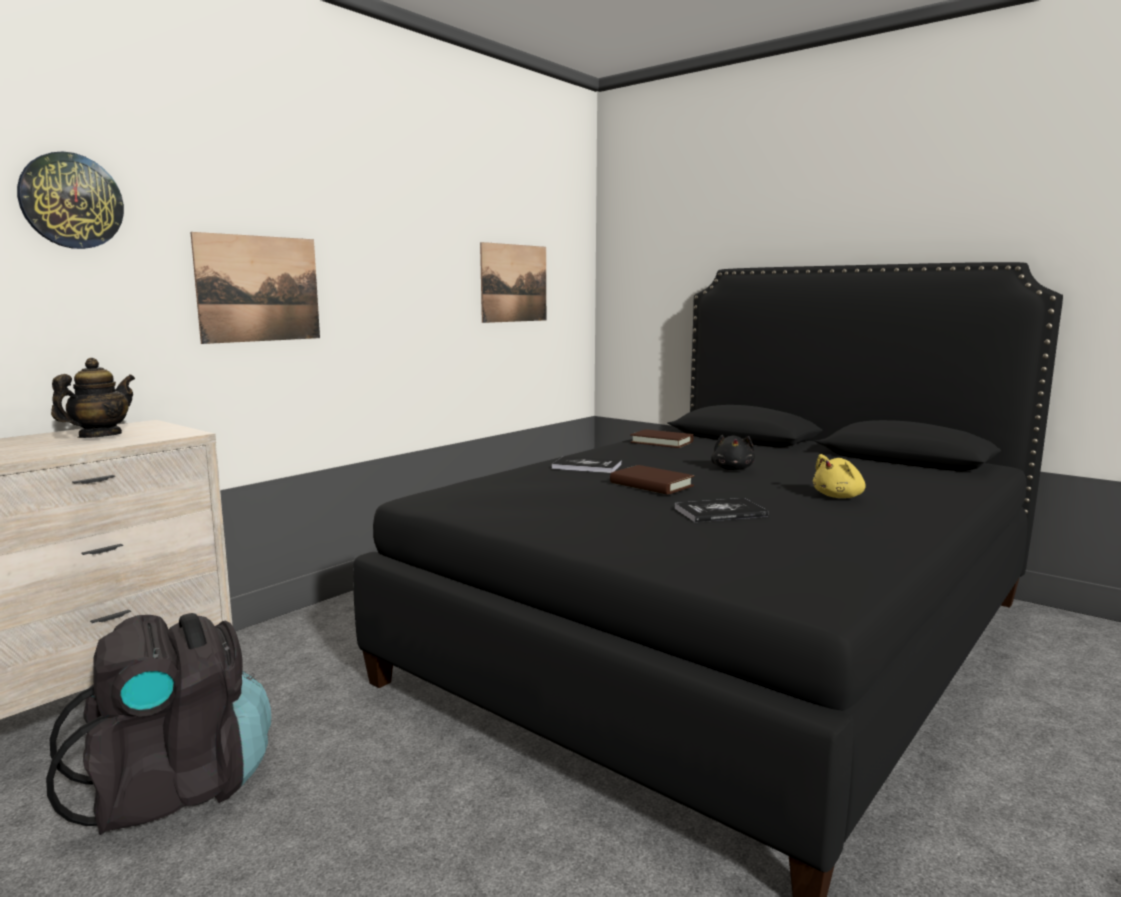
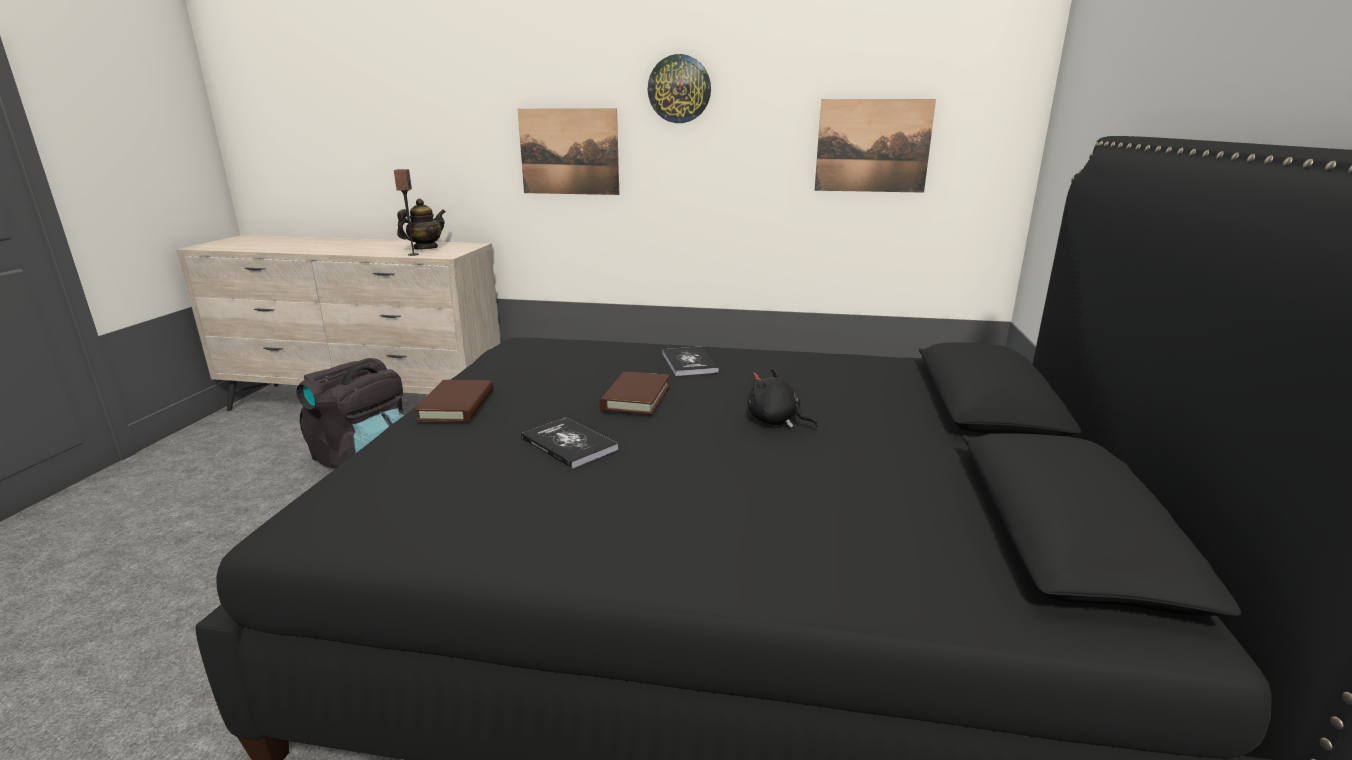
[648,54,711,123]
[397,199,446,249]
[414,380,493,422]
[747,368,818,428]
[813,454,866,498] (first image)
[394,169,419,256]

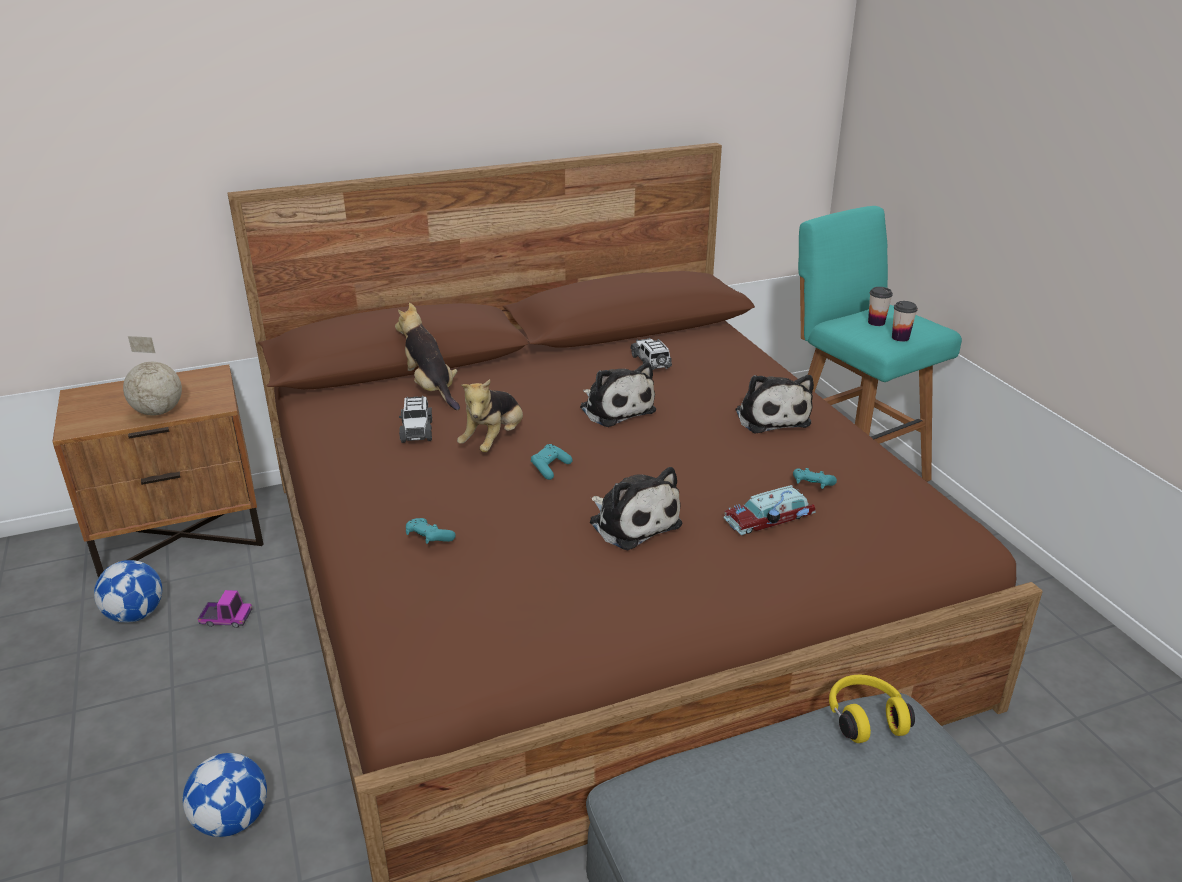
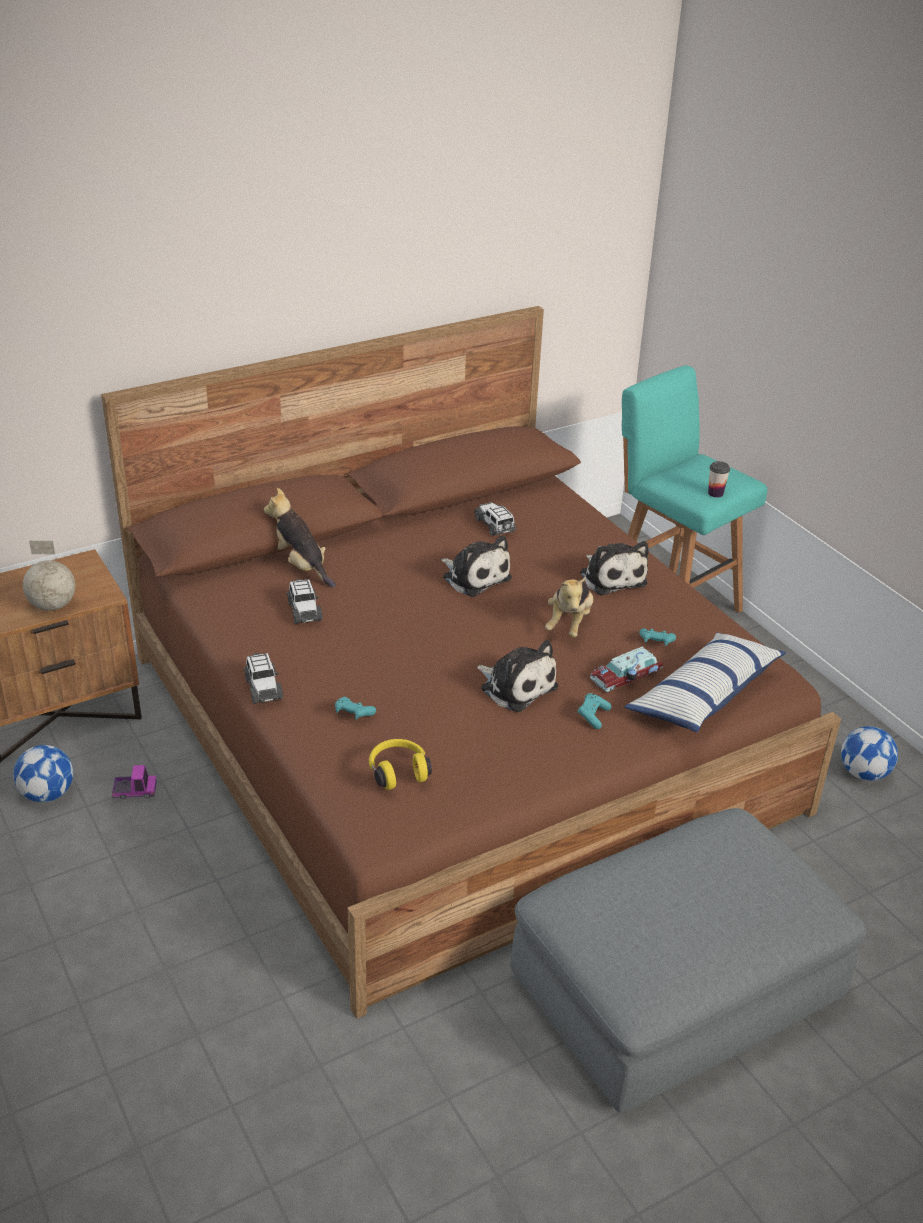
[841,726,898,781]
[545,577,593,637]
[577,693,611,729]
[369,739,432,790]
[868,287,893,326] (first image)
[244,653,283,704]
[625,633,786,733]

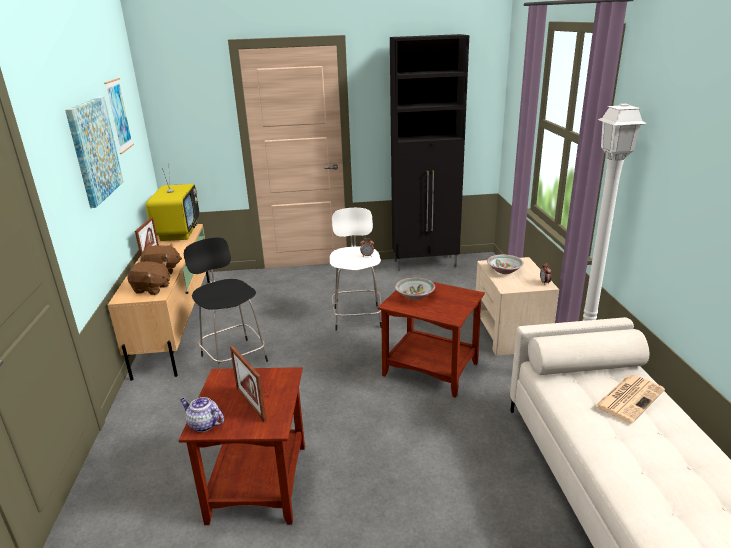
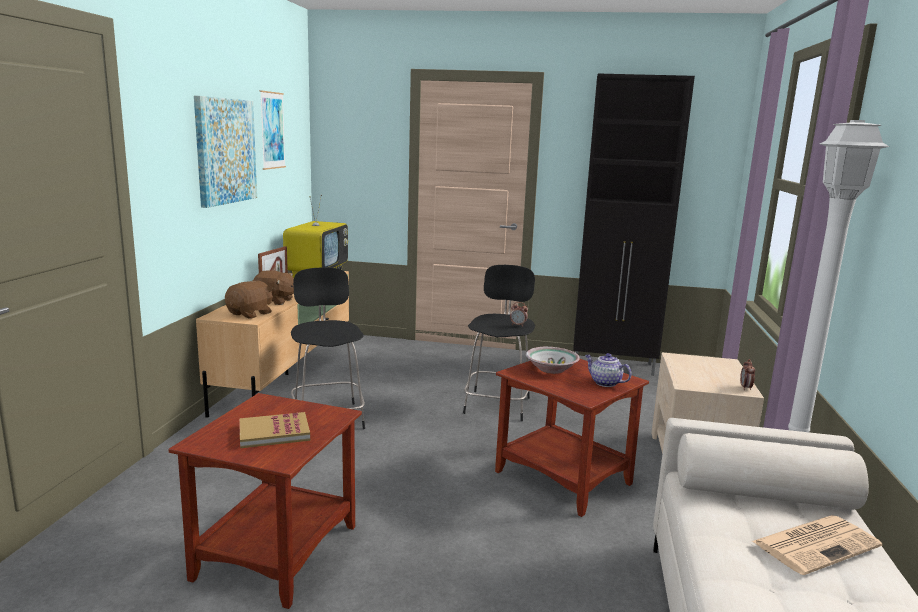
[225,281,273,319]
[585,353,632,387]
[239,412,310,448]
[463,265,535,421]
[487,254,524,274] (first image)

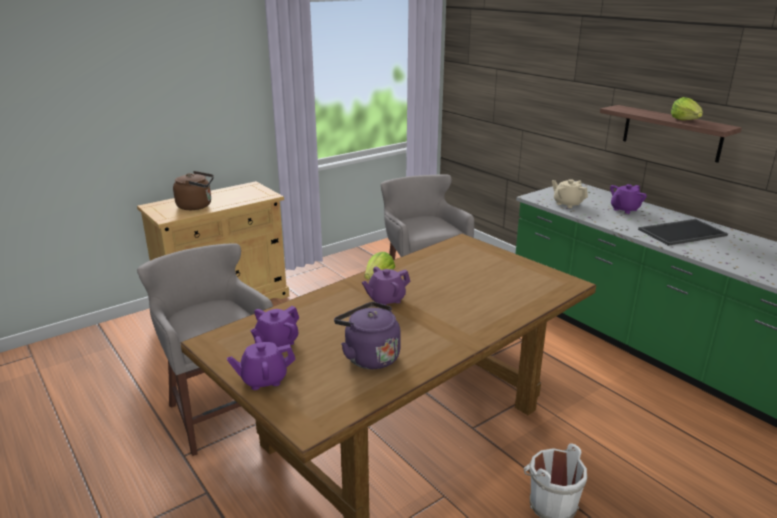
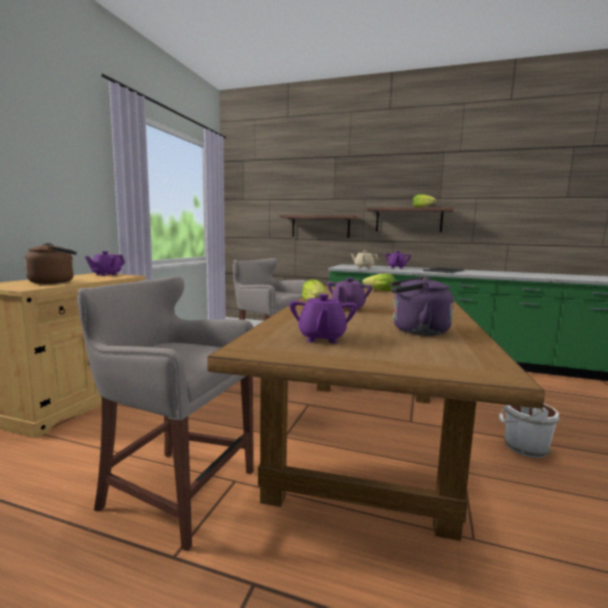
[85,251,125,276]
[279,215,358,238]
[362,273,395,291]

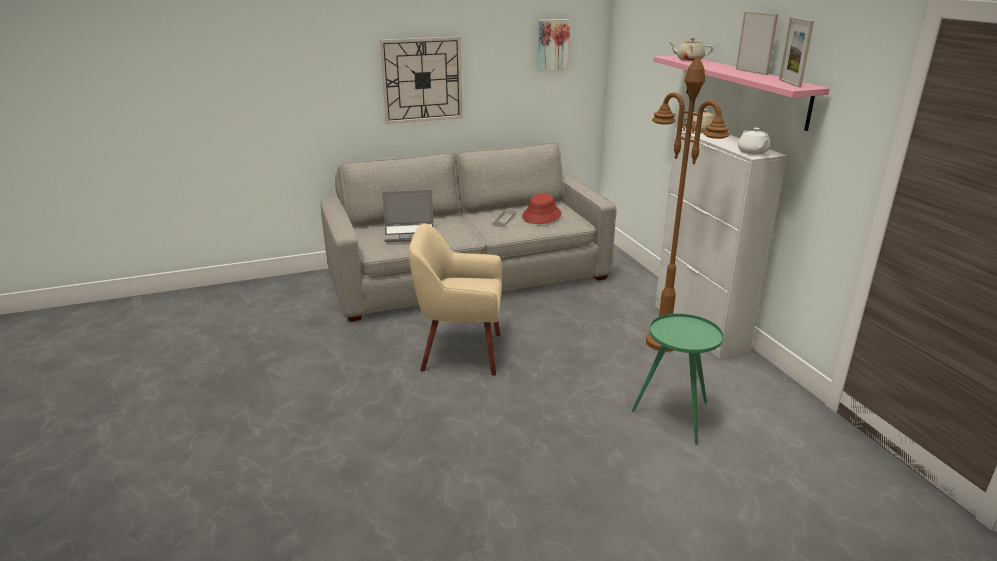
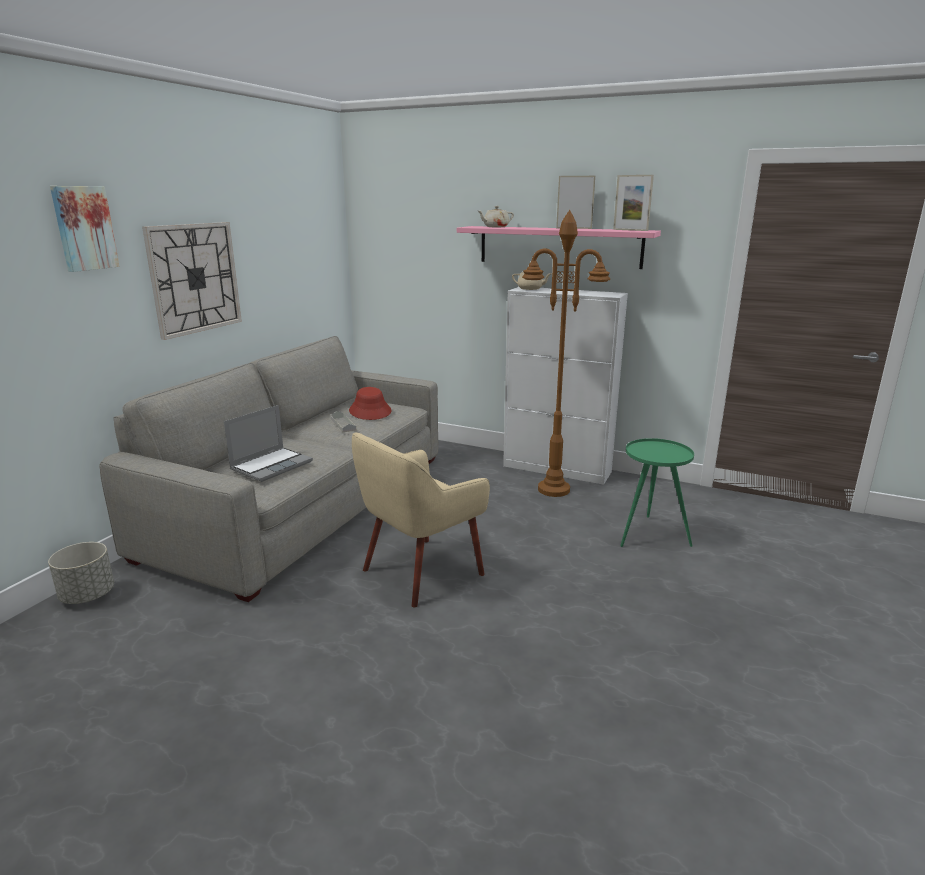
[50,186,120,272]
[738,128,771,155] (first image)
[48,542,114,604]

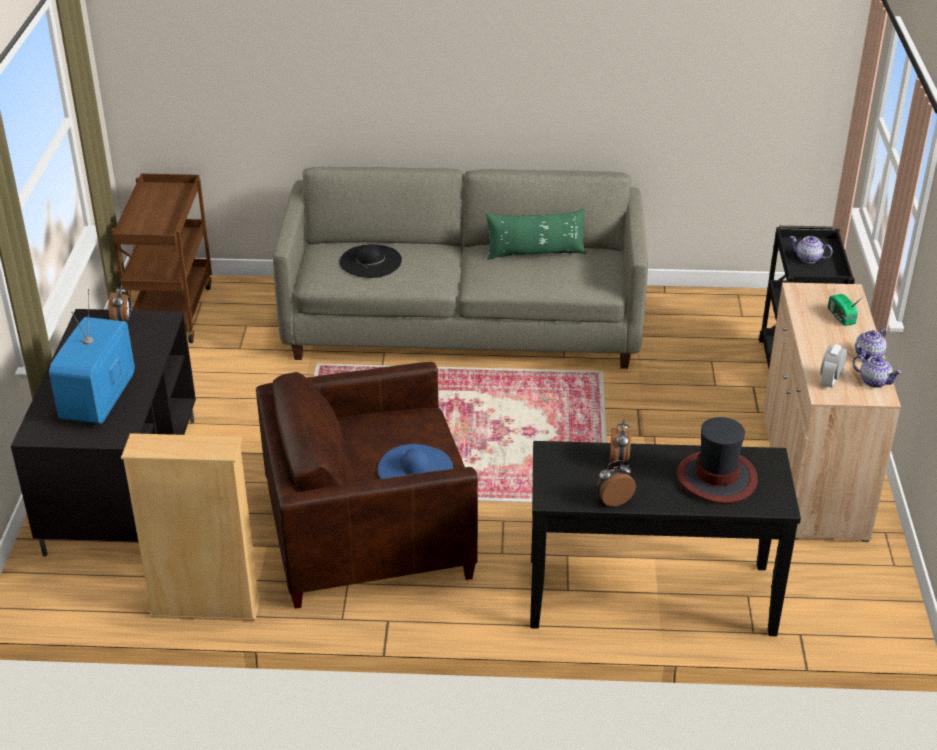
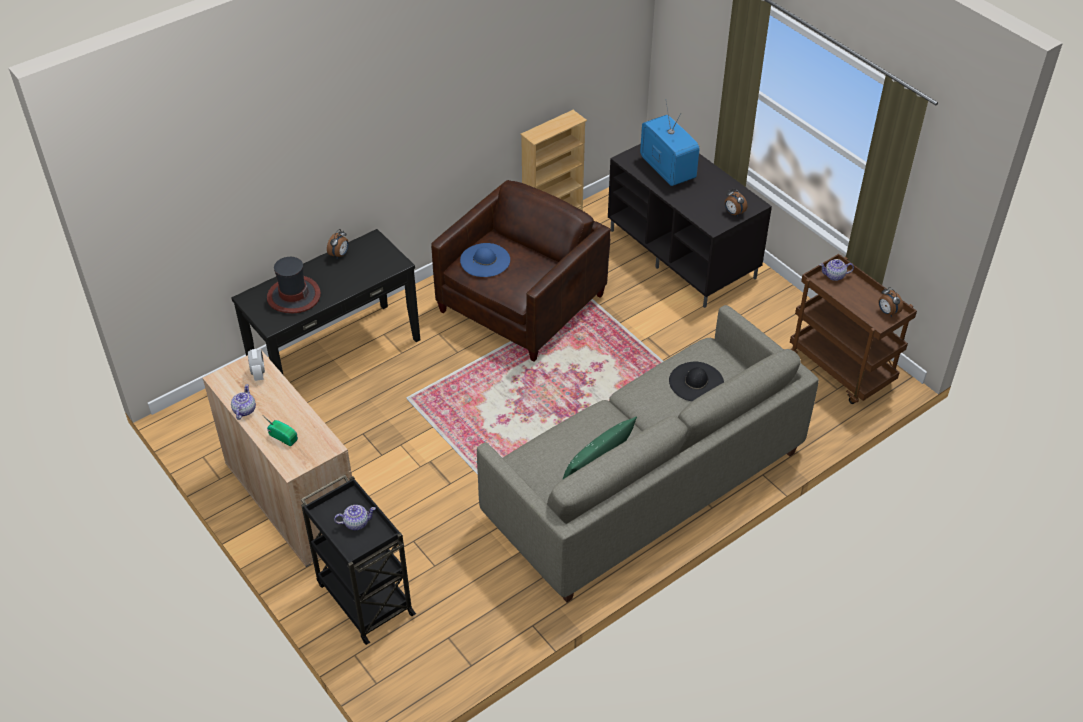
[878,287,903,317]
[820,259,854,281]

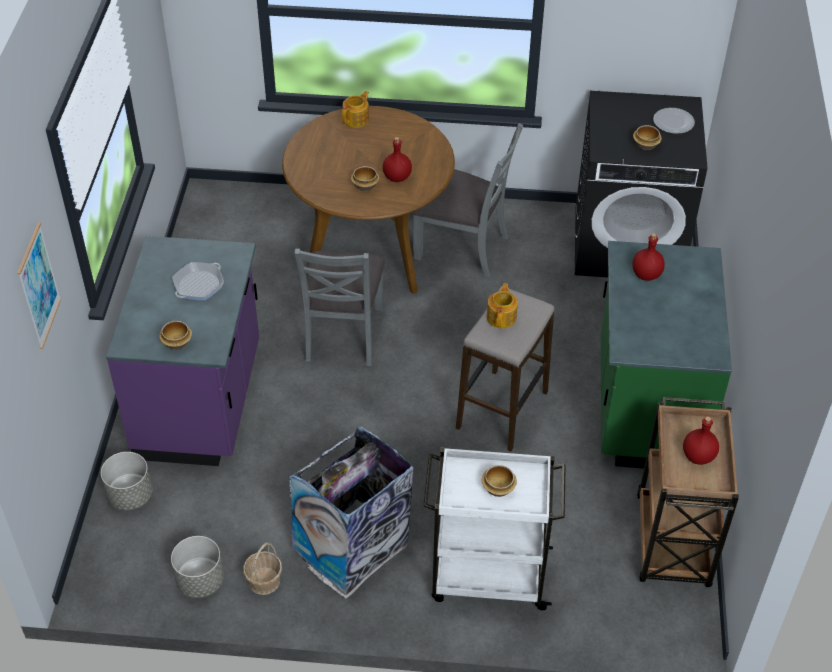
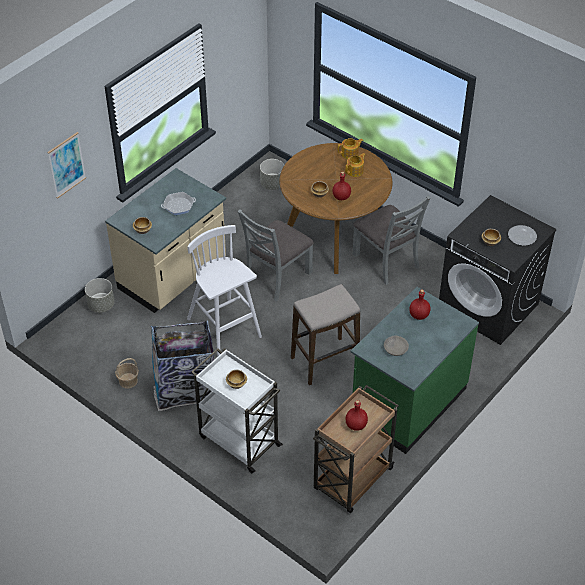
[105,168,226,313]
[260,159,284,190]
[345,153,366,177]
[187,225,262,357]
[384,336,409,356]

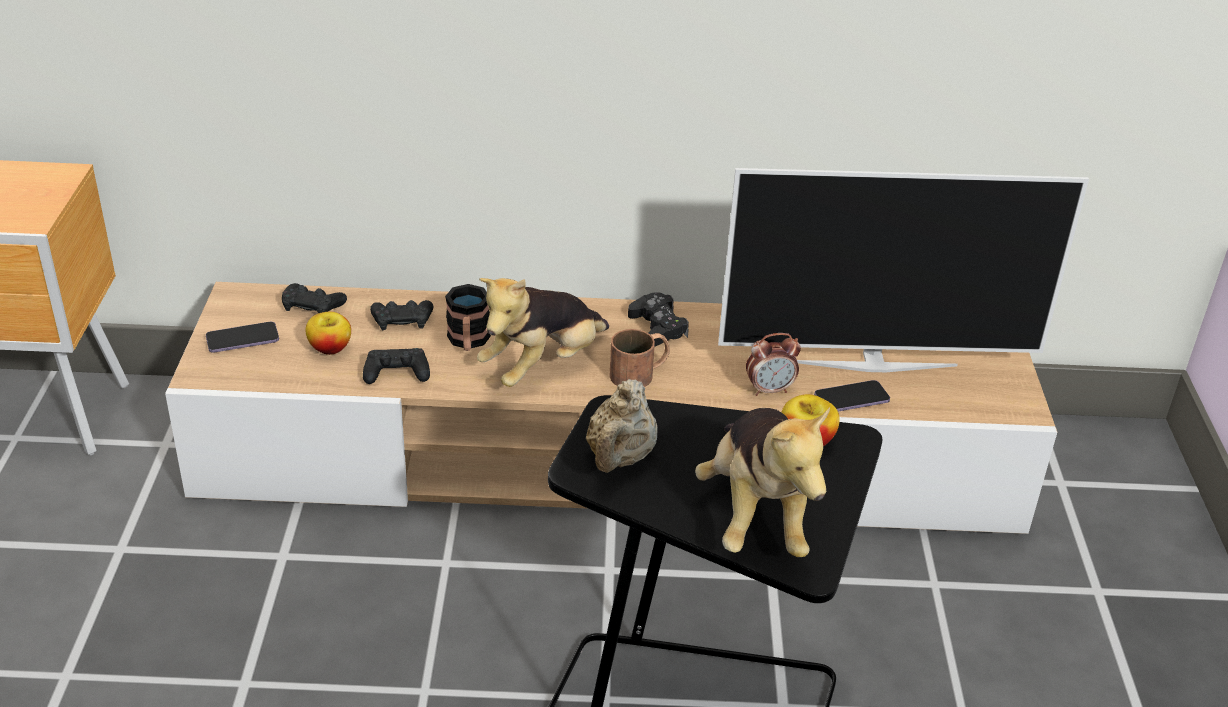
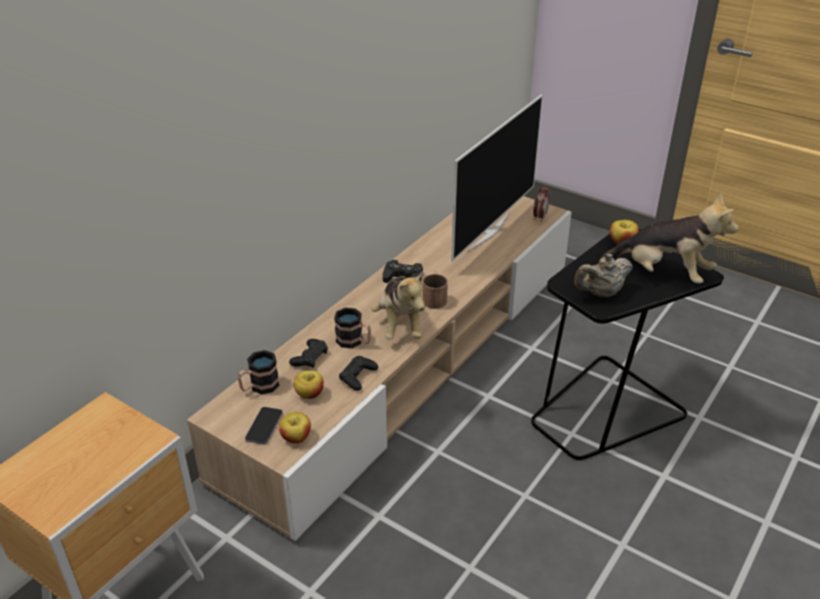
[237,350,279,394]
[574,254,633,297]
[533,185,550,222]
[814,380,890,411] (first image)
[279,412,311,443]

